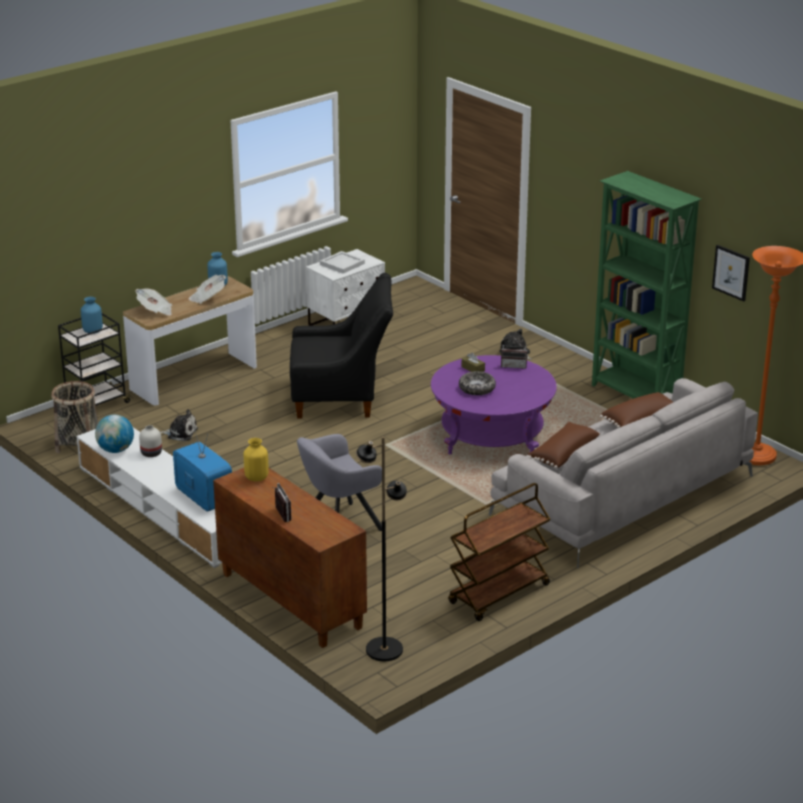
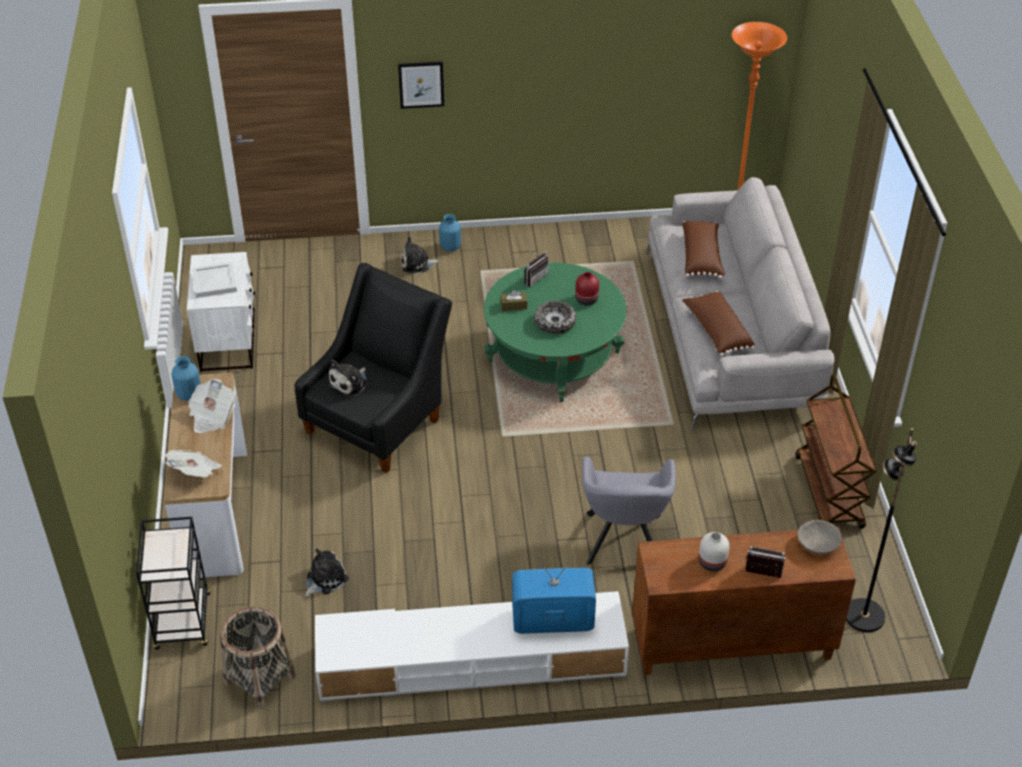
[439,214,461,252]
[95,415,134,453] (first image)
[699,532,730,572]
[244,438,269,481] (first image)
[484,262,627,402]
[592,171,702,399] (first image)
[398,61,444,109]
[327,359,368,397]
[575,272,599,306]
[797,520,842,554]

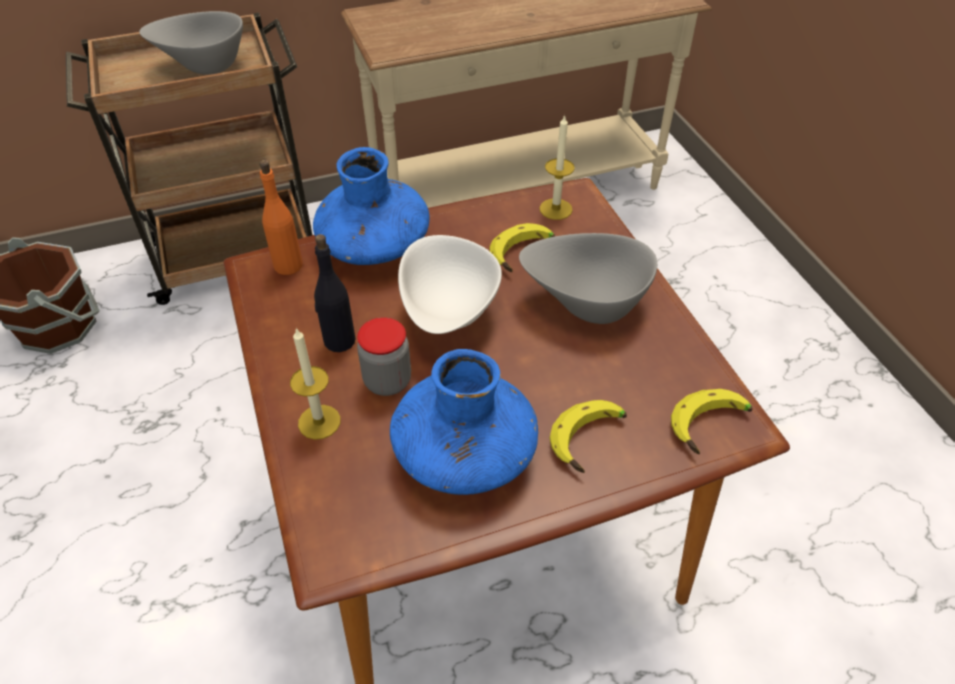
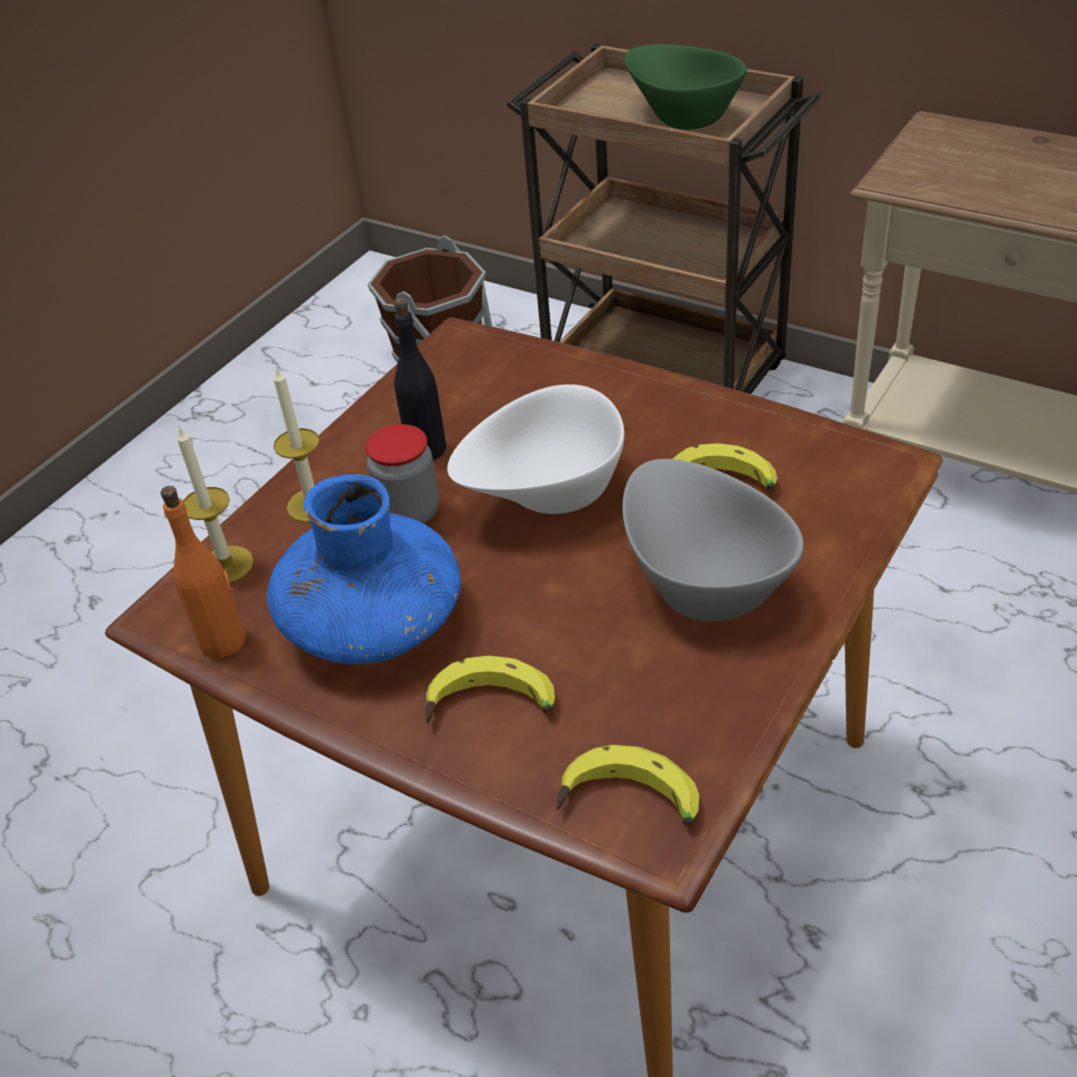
[625,44,747,130]
[161,486,246,658]
[313,147,430,265] (first image)
[177,426,254,583]

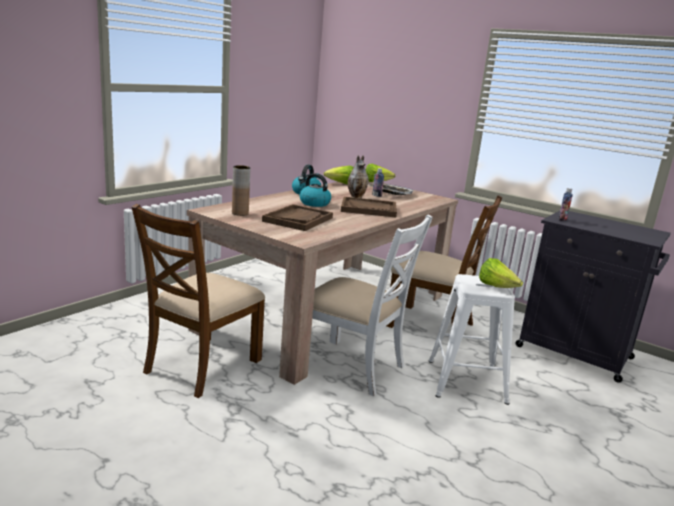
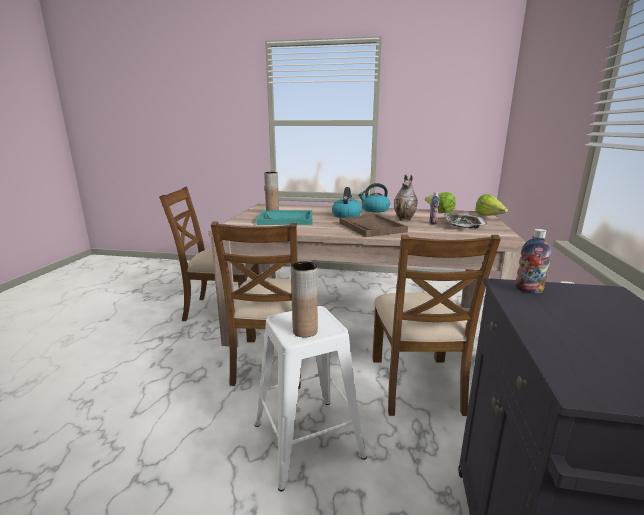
[256,210,312,225]
[211,222,301,389]
[291,262,318,338]

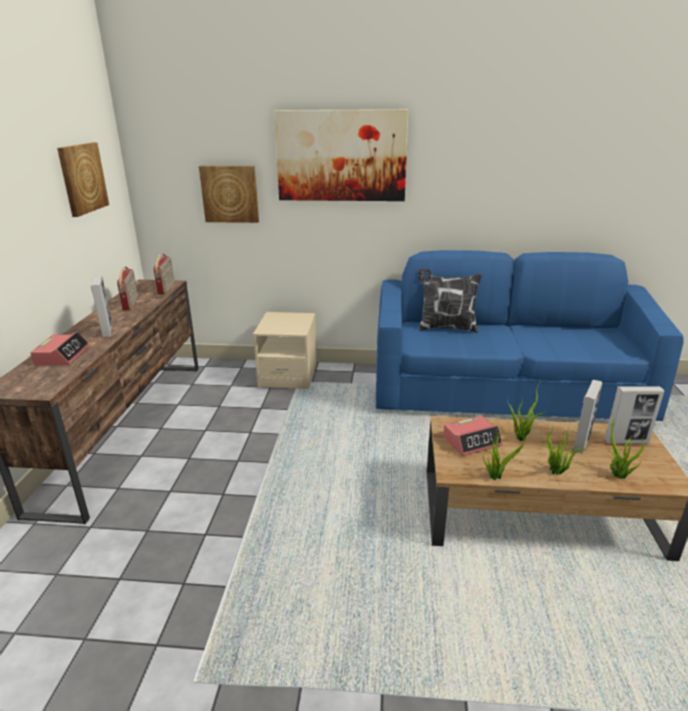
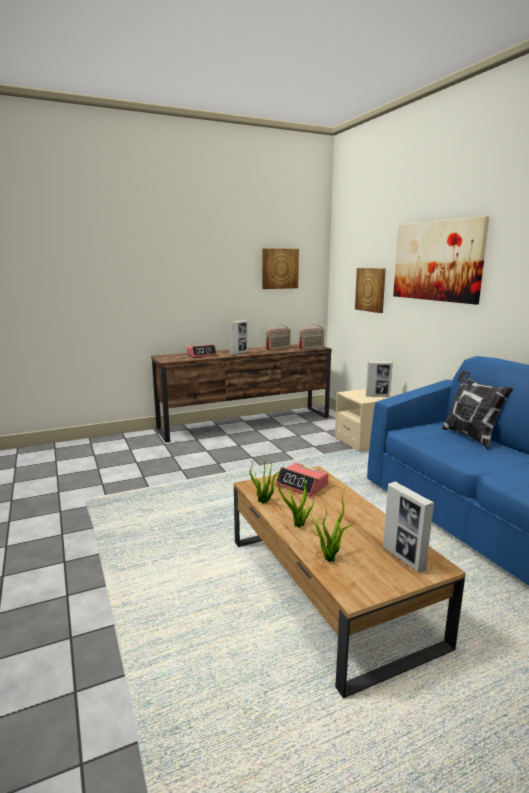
[508,380,547,441] (first image)
[366,361,393,397]

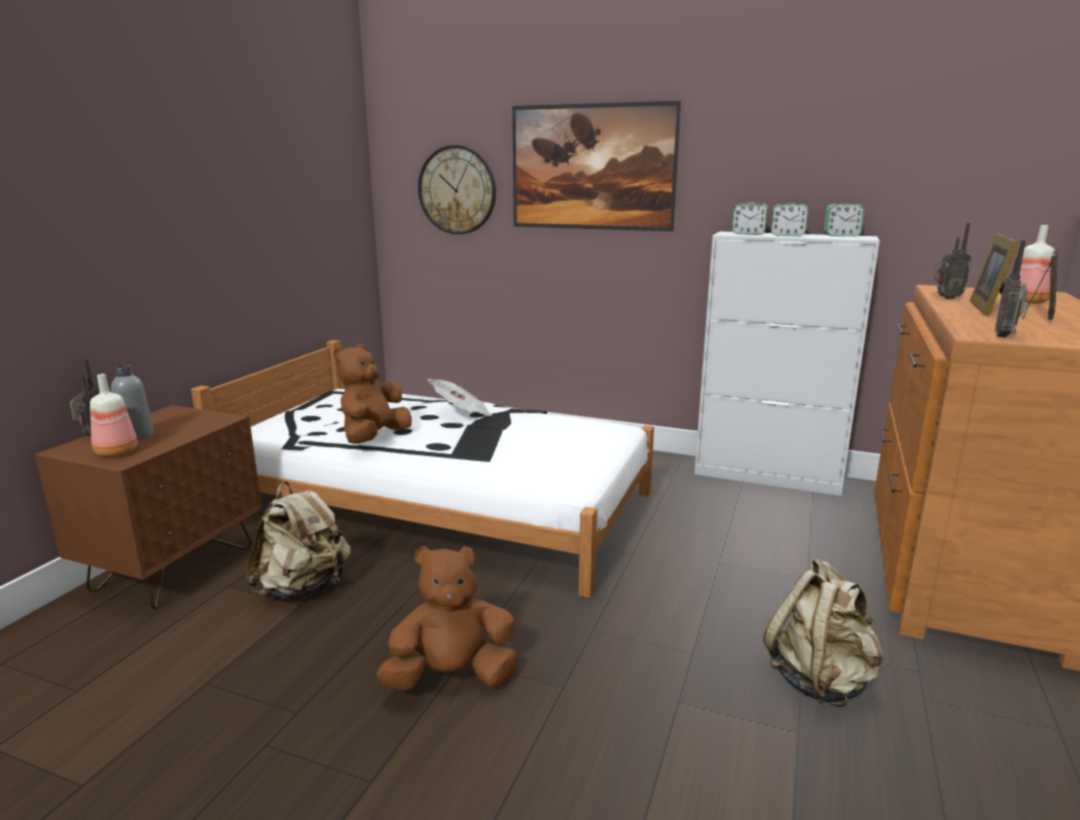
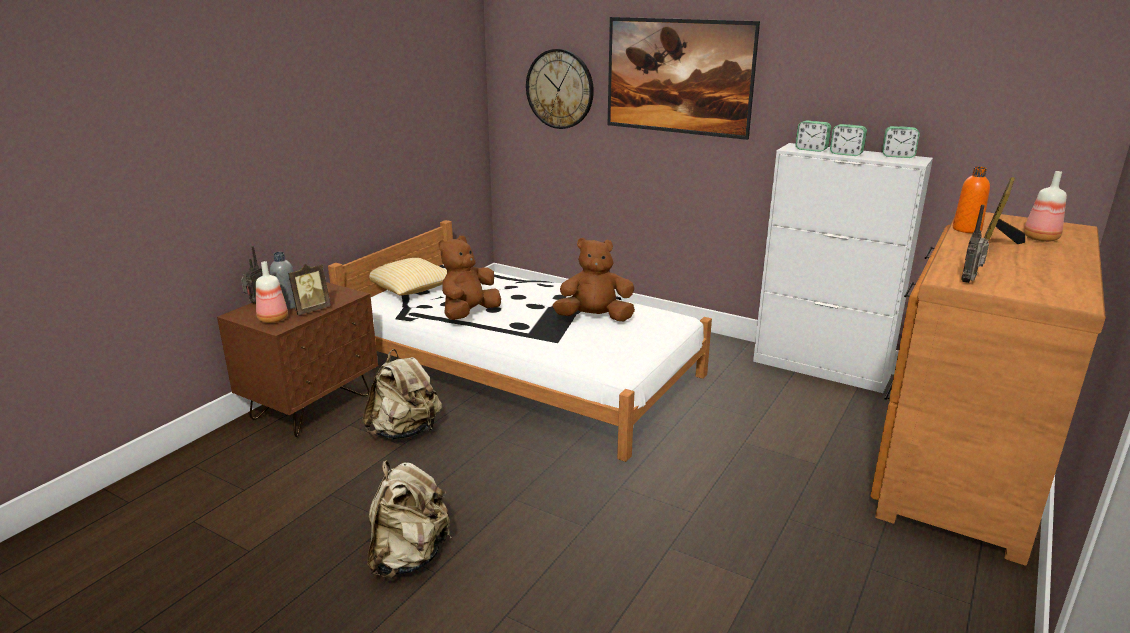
[553,238,635,321]
[428,379,492,416] (first image)
[367,460,452,579]
[953,167,990,233]
[288,264,331,316]
[369,258,447,295]

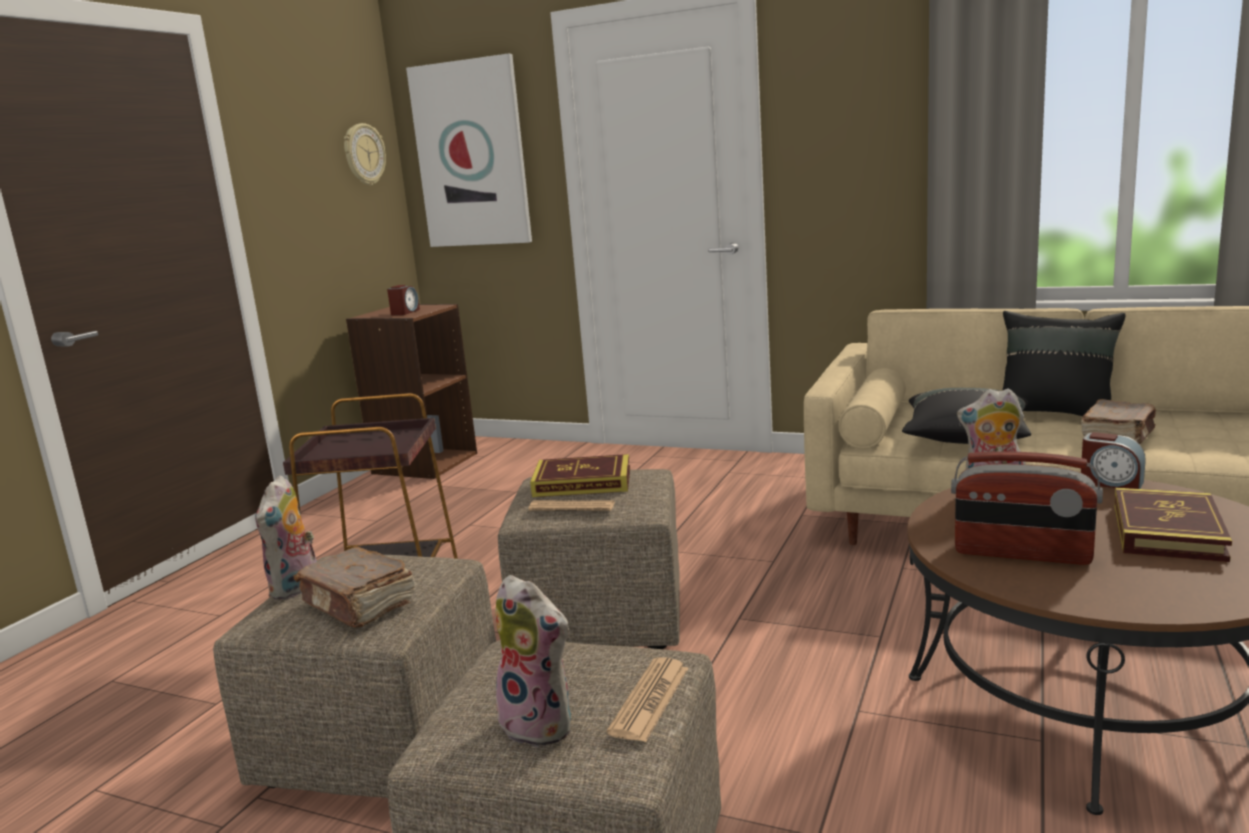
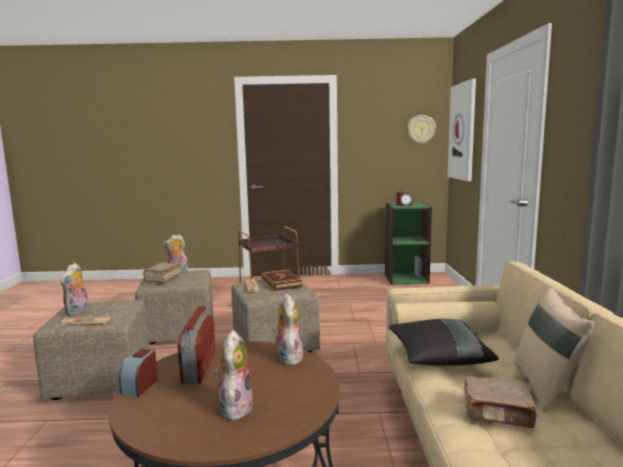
[385,202,432,285]
[514,288,595,412]
[119,349,158,397]
[214,330,253,420]

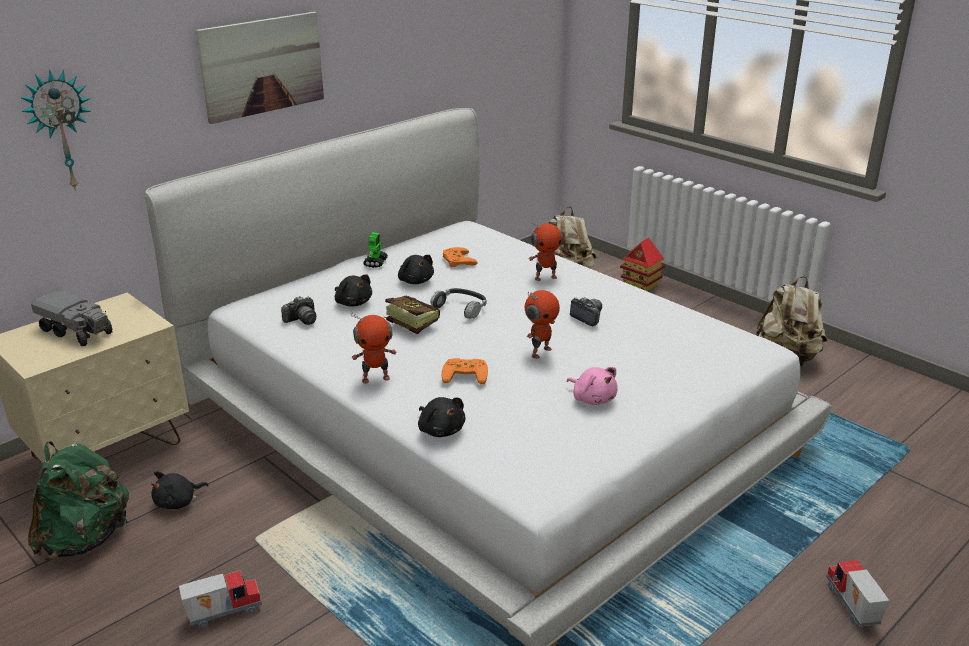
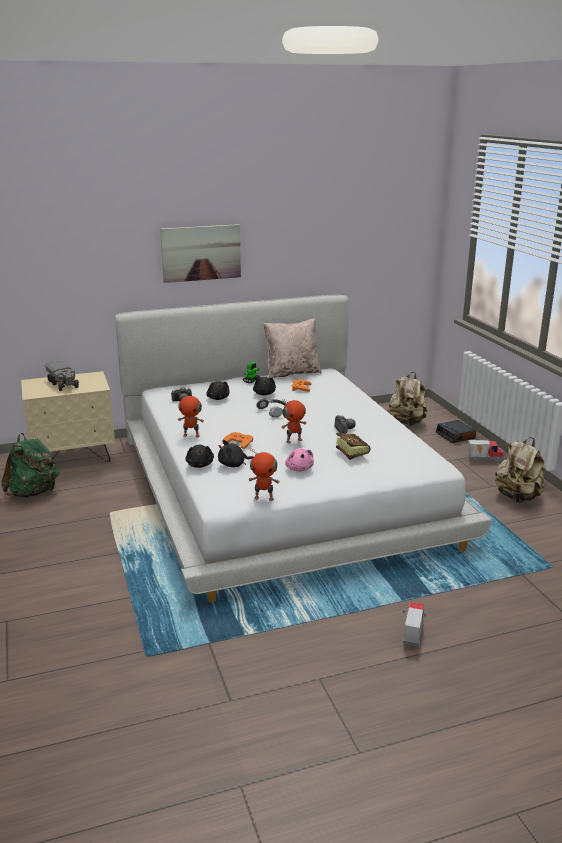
[20,69,91,191] (first image)
[218,440,254,467]
[469,440,503,462]
[336,433,371,460]
[248,449,280,501]
[436,420,476,443]
[263,319,321,379]

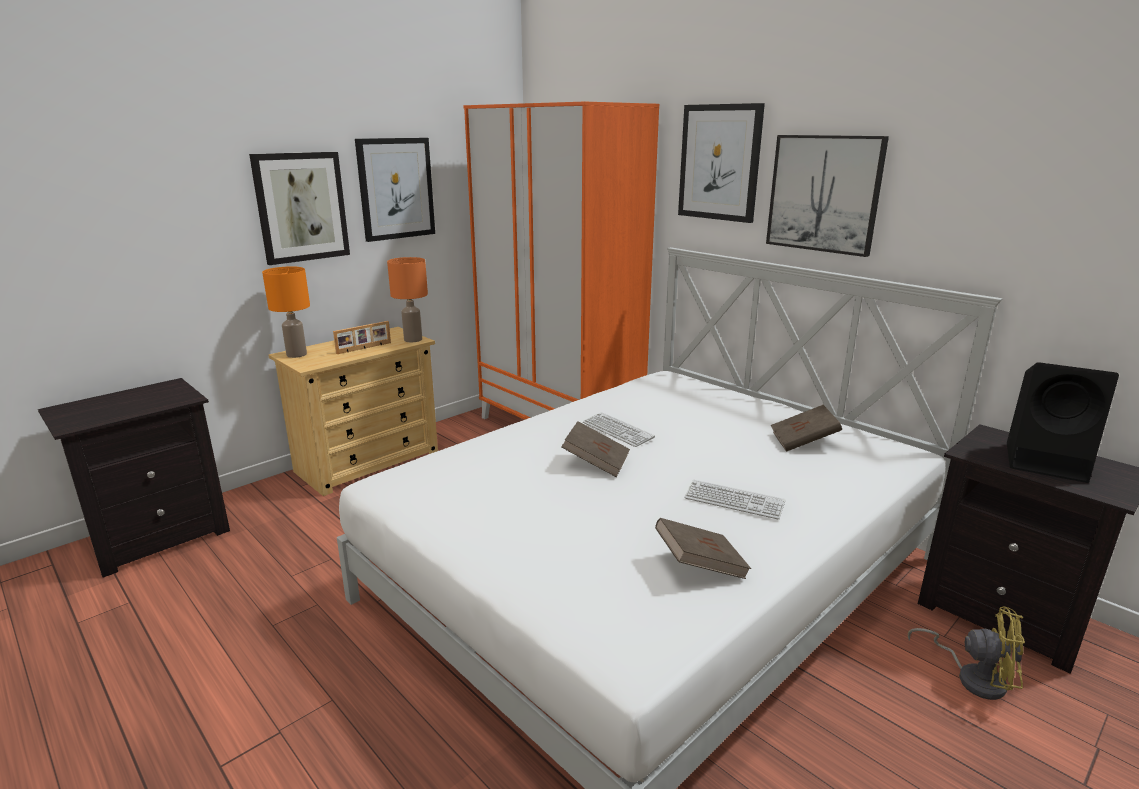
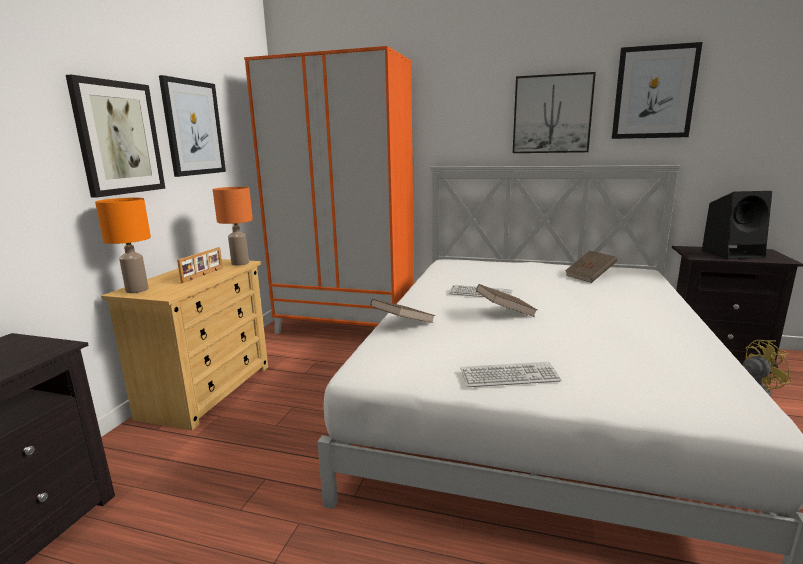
[370,299,435,323]
[612,42,703,139]
[460,362,562,387]

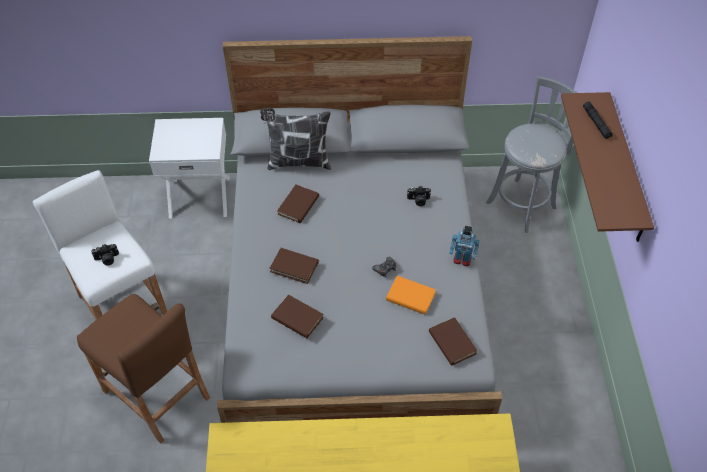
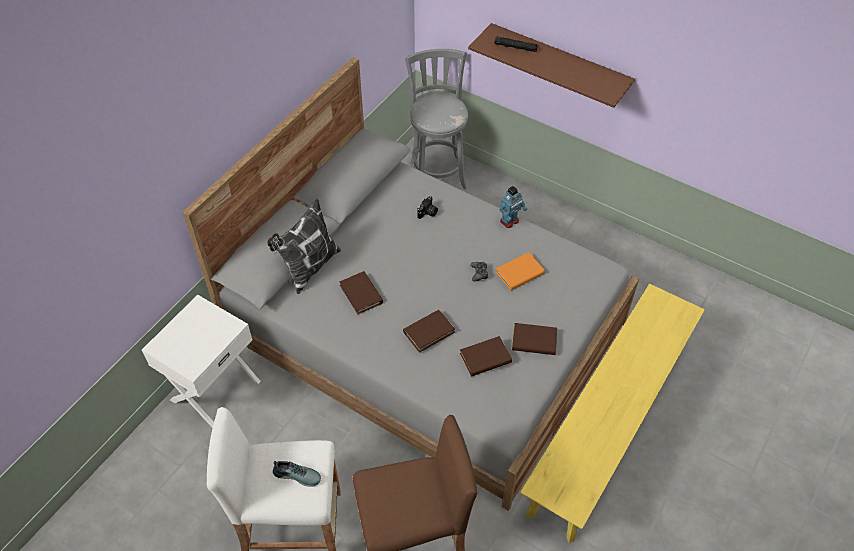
[273,461,321,487]
[512,323,557,355]

